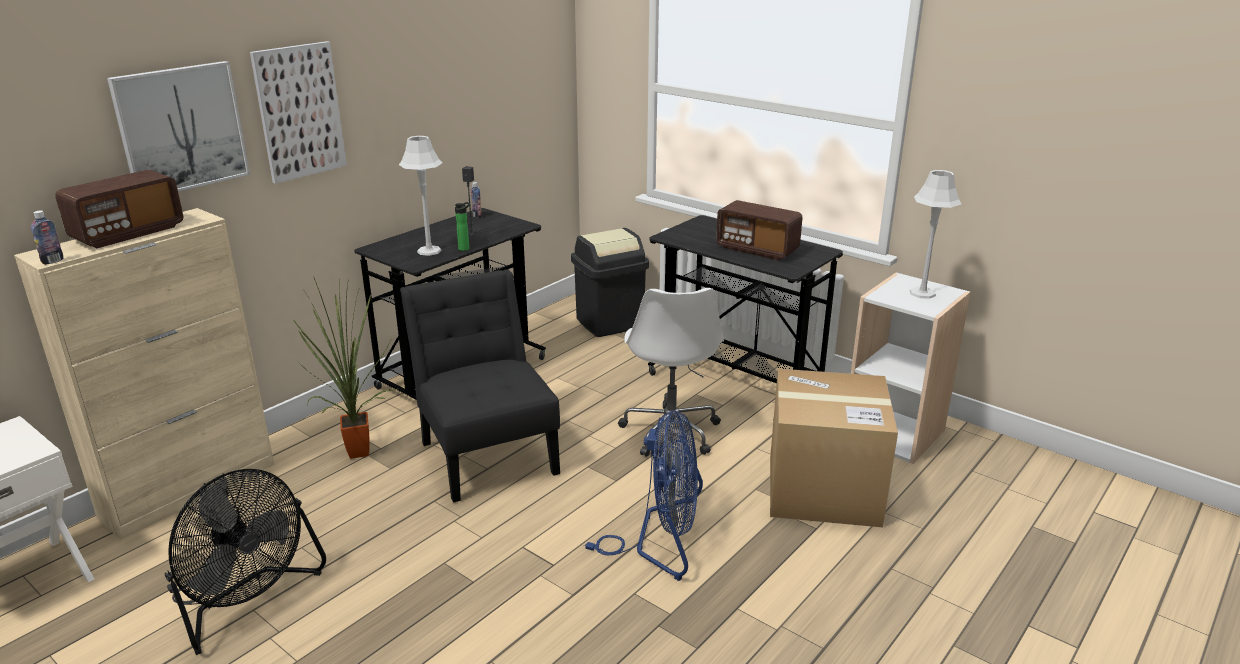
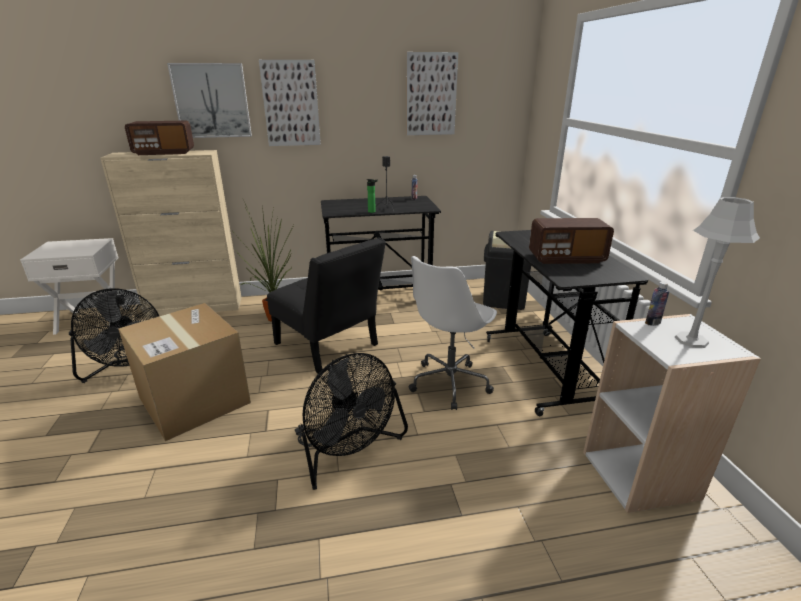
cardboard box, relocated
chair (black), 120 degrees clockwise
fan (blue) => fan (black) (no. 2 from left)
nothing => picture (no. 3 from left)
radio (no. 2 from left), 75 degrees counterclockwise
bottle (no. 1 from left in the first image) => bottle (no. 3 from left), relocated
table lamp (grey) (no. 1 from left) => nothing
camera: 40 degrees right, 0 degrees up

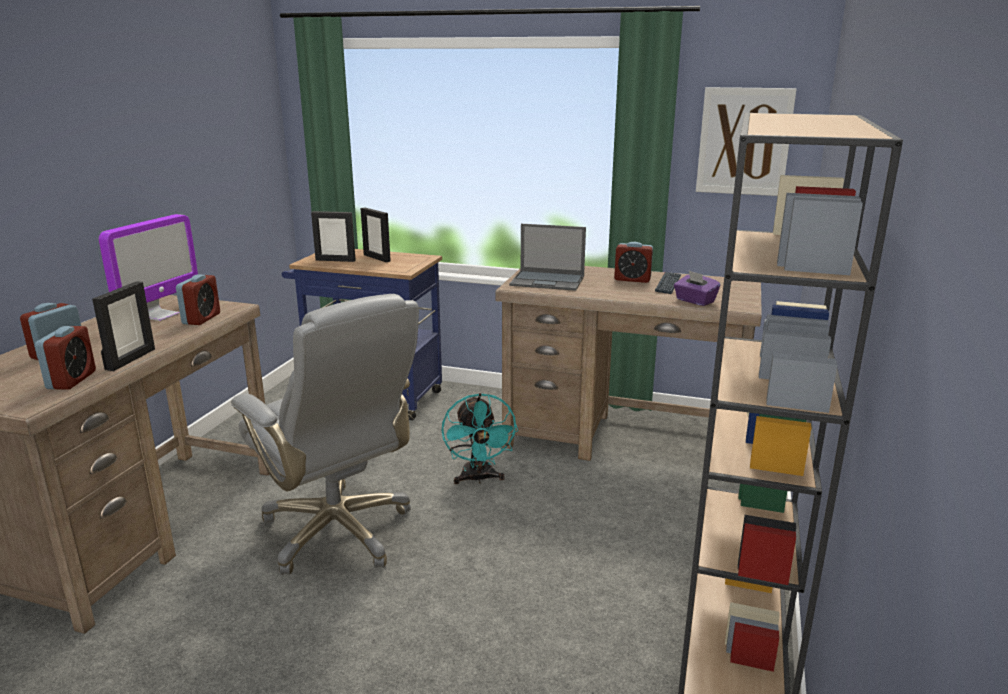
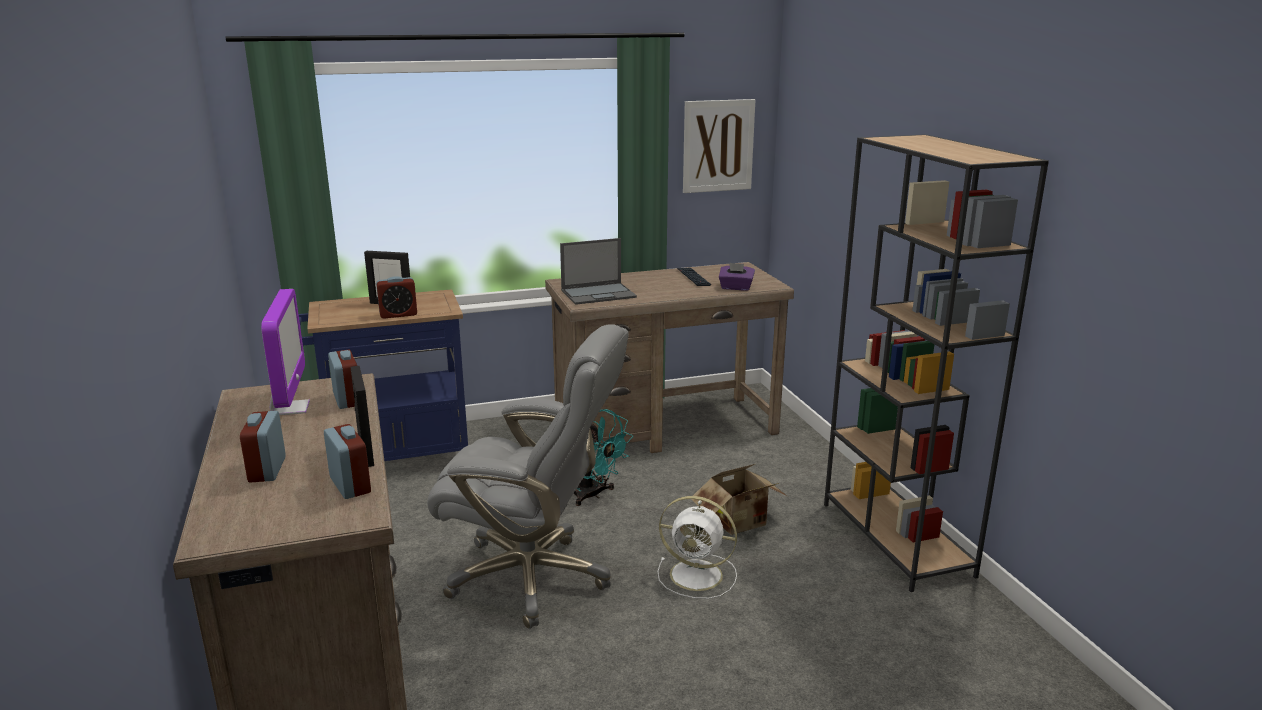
alarm clock (no. 4 from left), relocated
nothing => fan (white)
nothing => cardboard box
picture frame (no. 2 from left) => nothing
camera: 35 degrees left, 0 degrees up

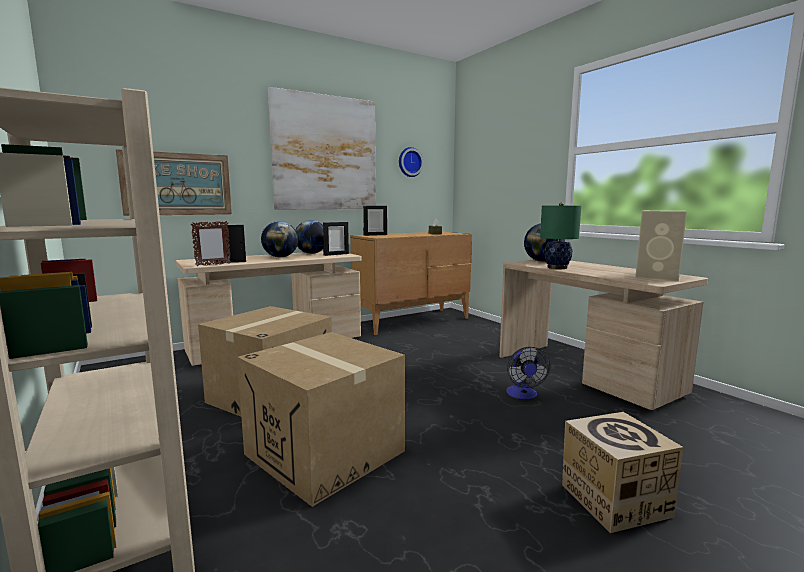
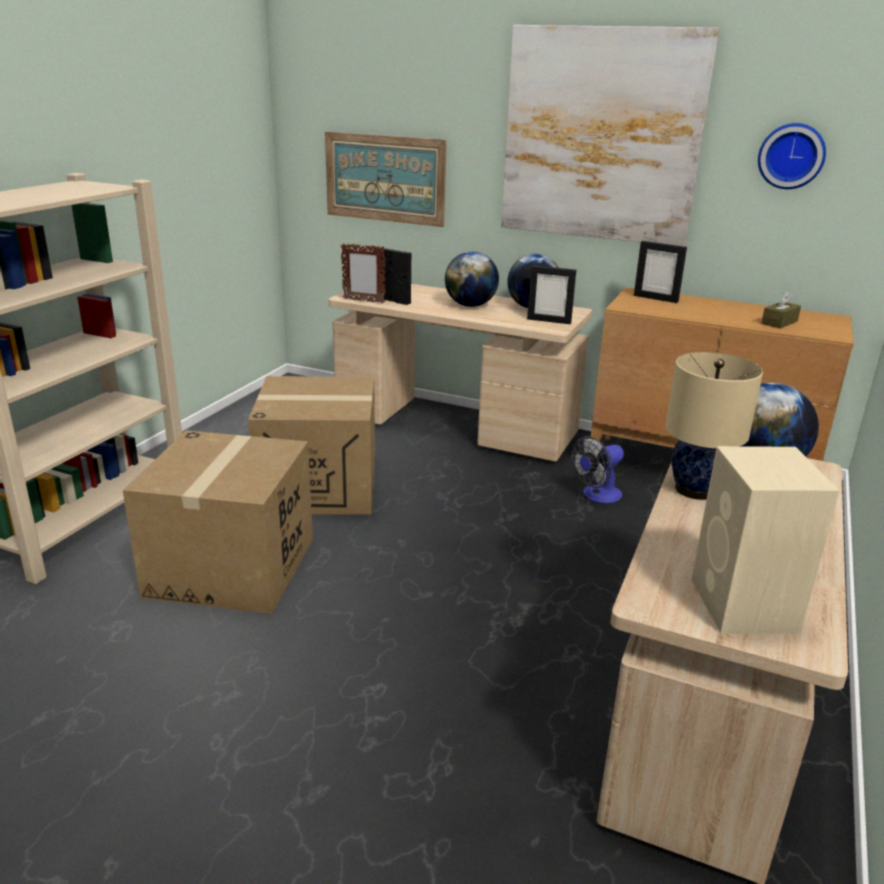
fan, relocated
table lamp (green) => table lamp (beige)
cardboard box (no. 3 from left) => nothing
camera: 55 degrees right, 15 degrees up

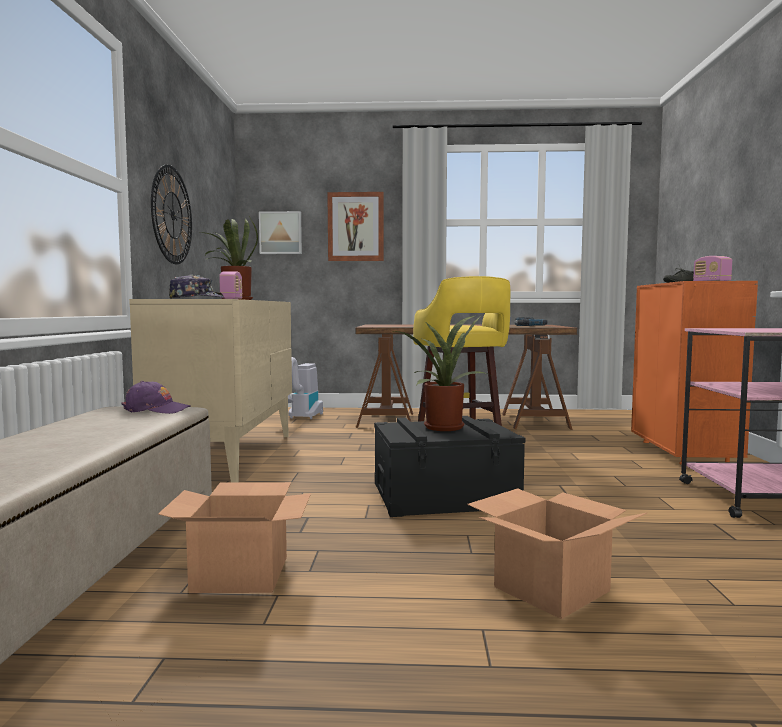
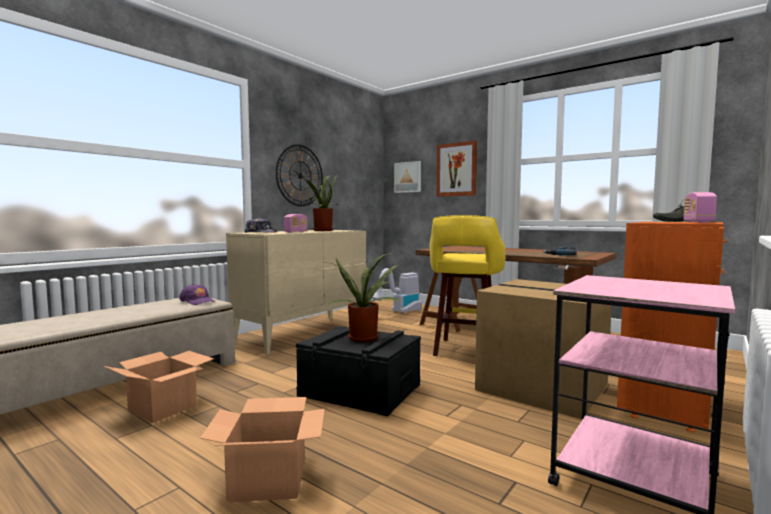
nothing => cardboard box (no. 3 from left)
camera: 35 degrees right, 0 degrees up

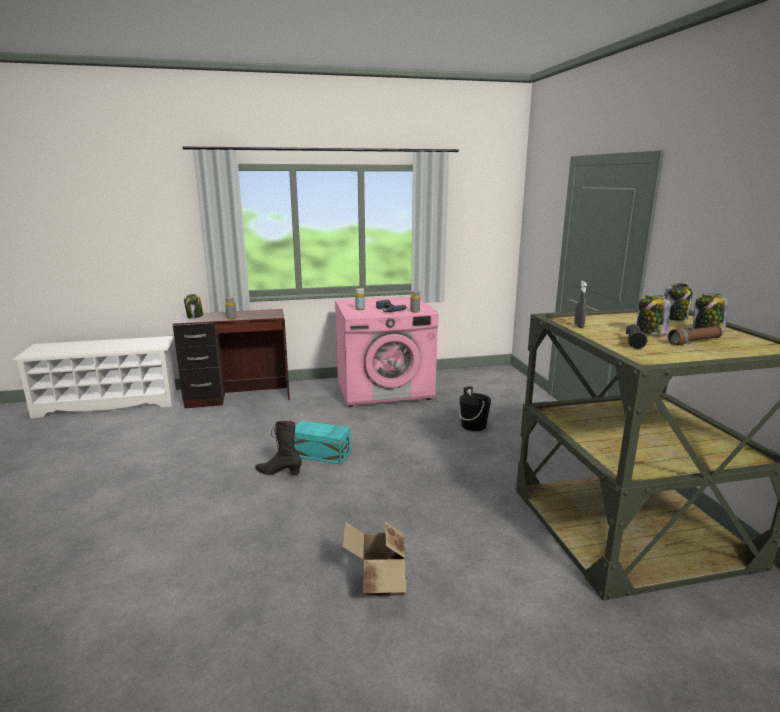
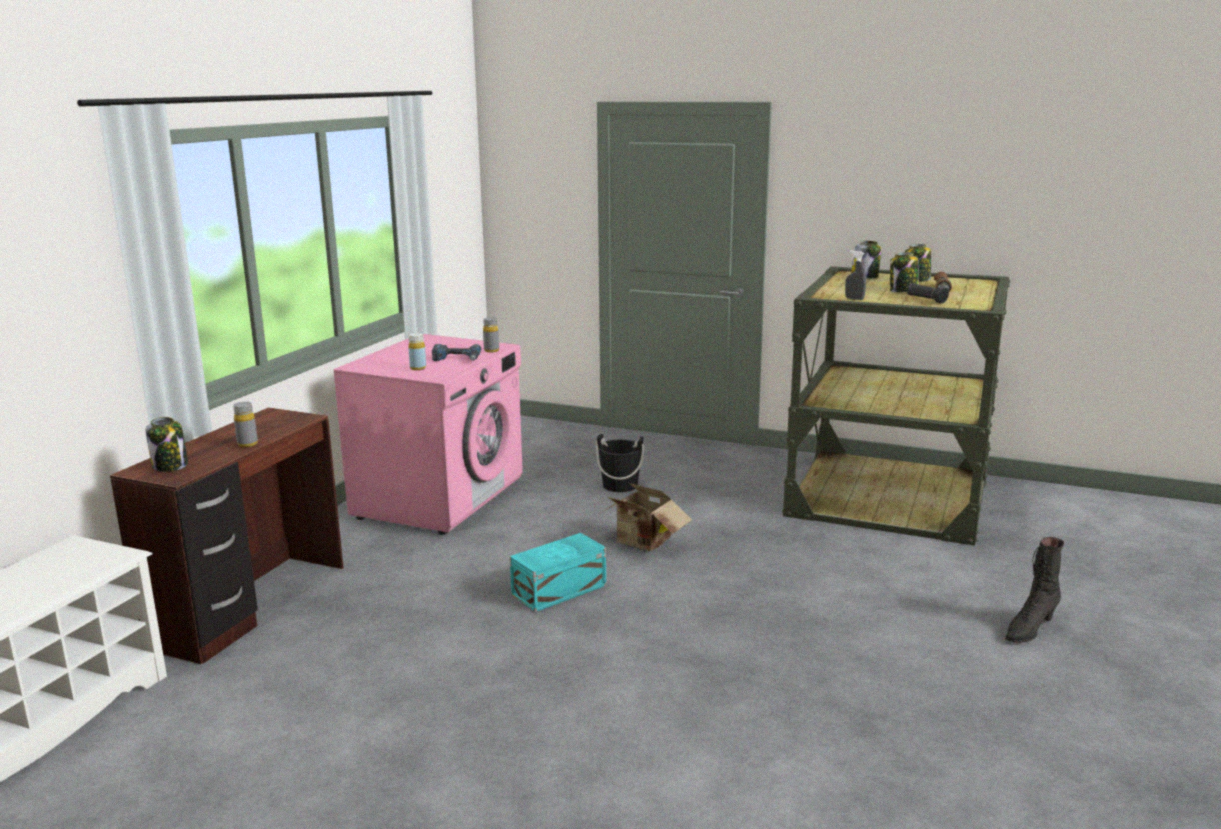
cardboard box, relocated
boot (black), relocated
camera: 55 degrees left, 0 degrees up

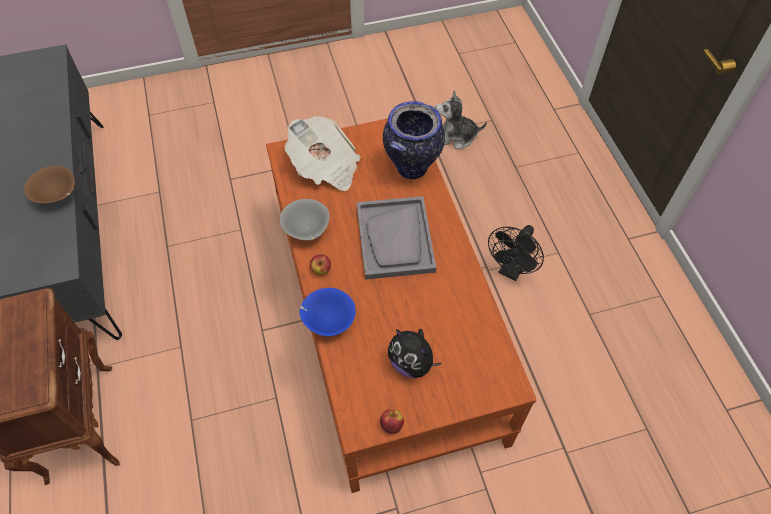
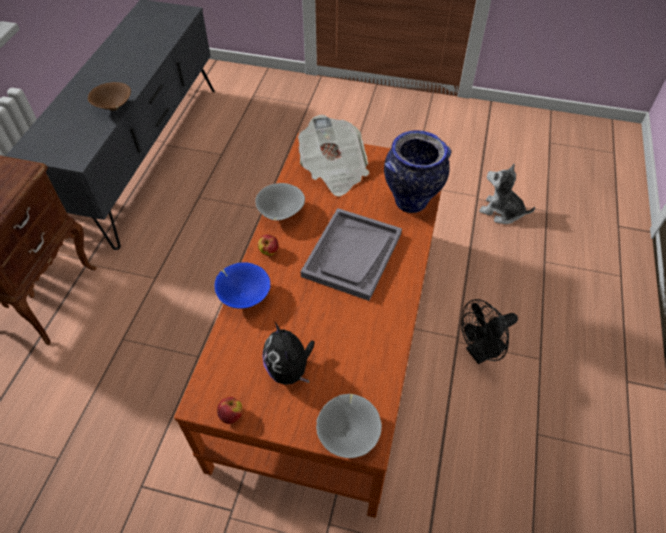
nothing => bowl (grey) (no. 2 from left)
camera: 30 degrees right, 5 degrees down

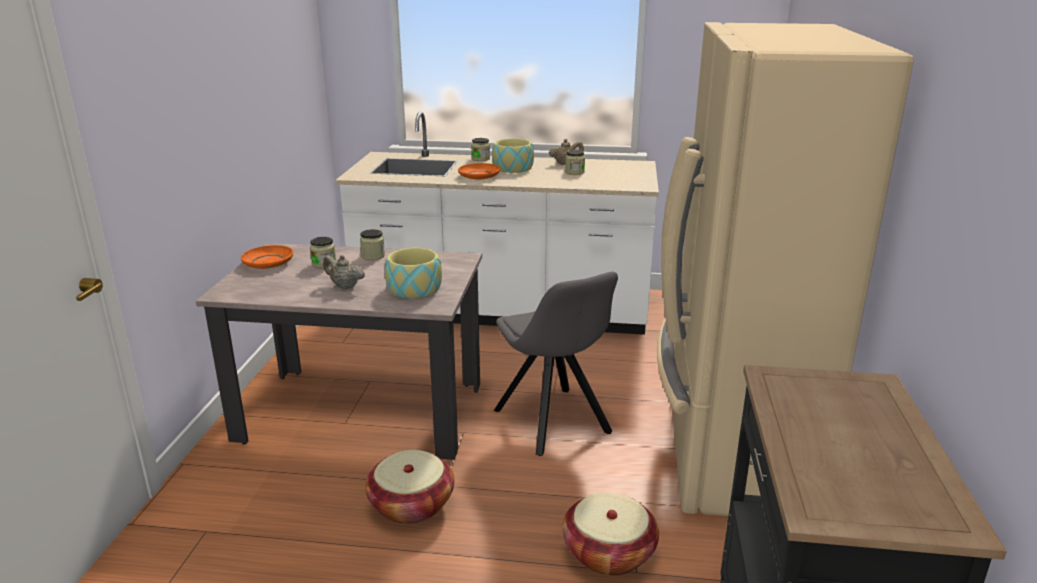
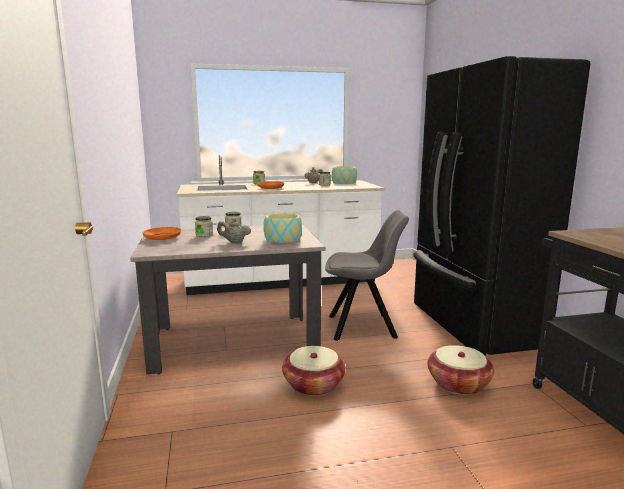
chair (grey), 45 degrees counterclockwise
bowl (no. 2 from left), relocated
fridge (beige) => fridge (black)
camera: 20 degrees left, 10 degrees down

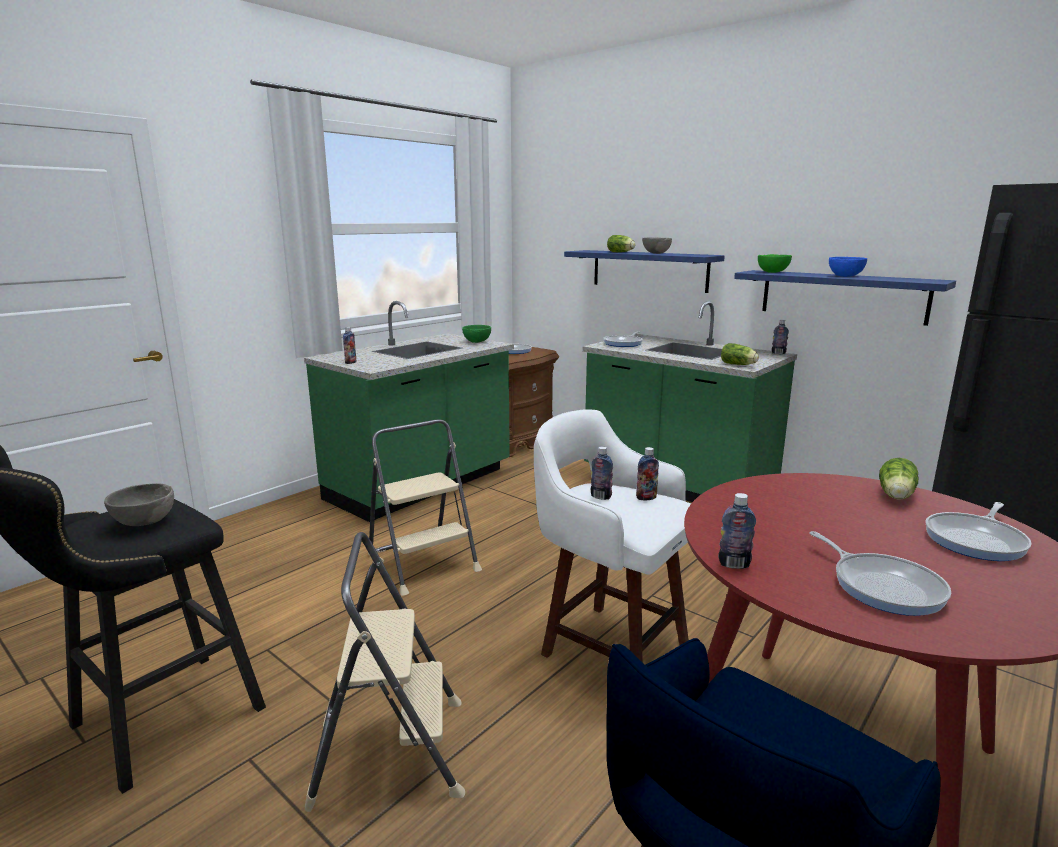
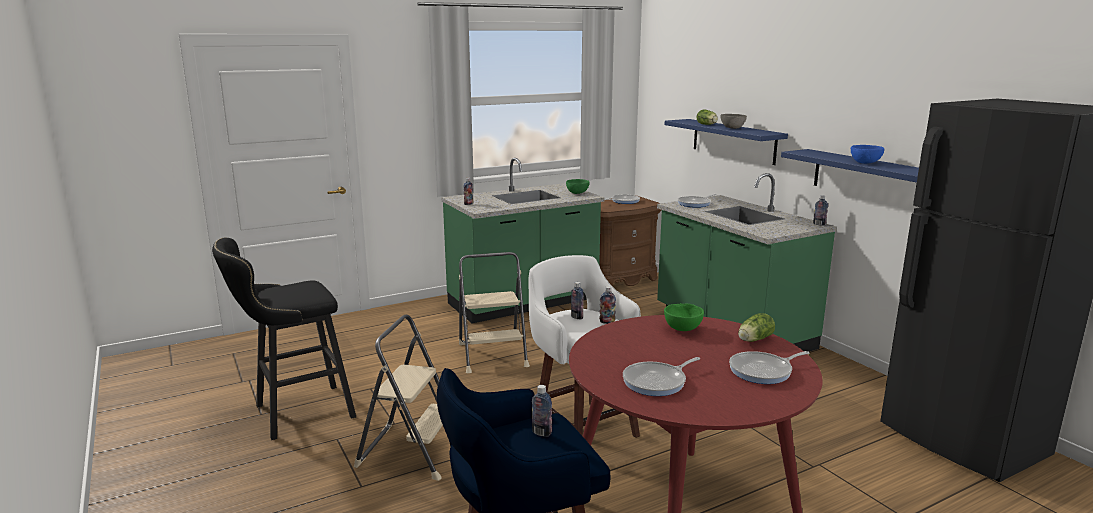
bottle (no. 4 from left in the first image) => bottle (no. 2 from left), relocated
frying pan (no. 3 from left in the first image) => frying pan (no. 2 from left), 60 degrees clockwise
bowl (green) (no. 2 from left), relocated
bowl (grey) (no. 1 from left) => nothing
lettuce (no. 2 from left) => nothing
camera: 20 degrees right, 0 degrees up

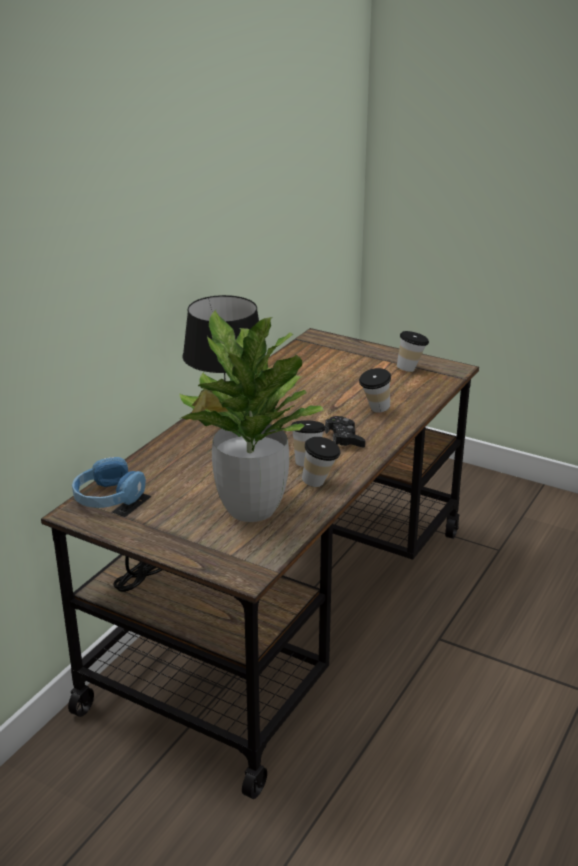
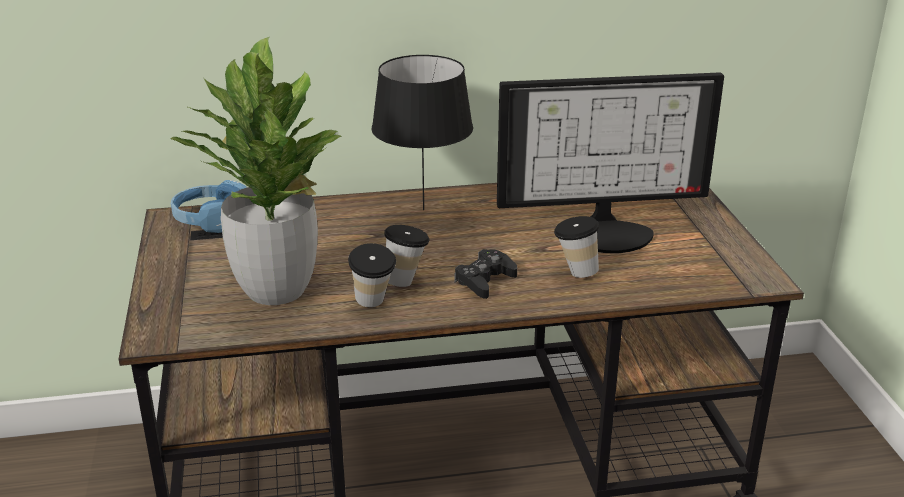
nothing => monitor
cup (no. 4 from left) => nothing
camera: 50 degrees right, 0 degrees up

